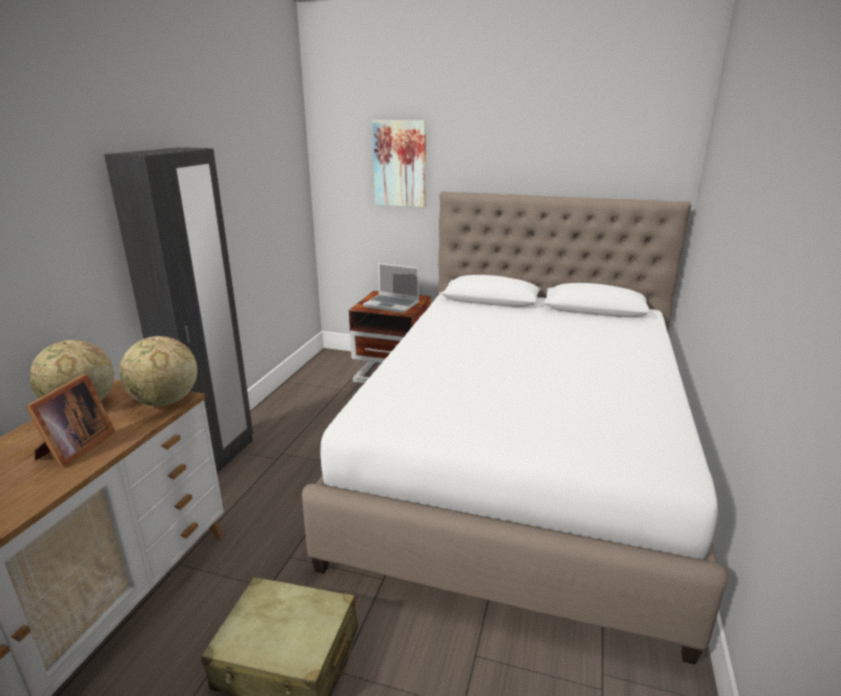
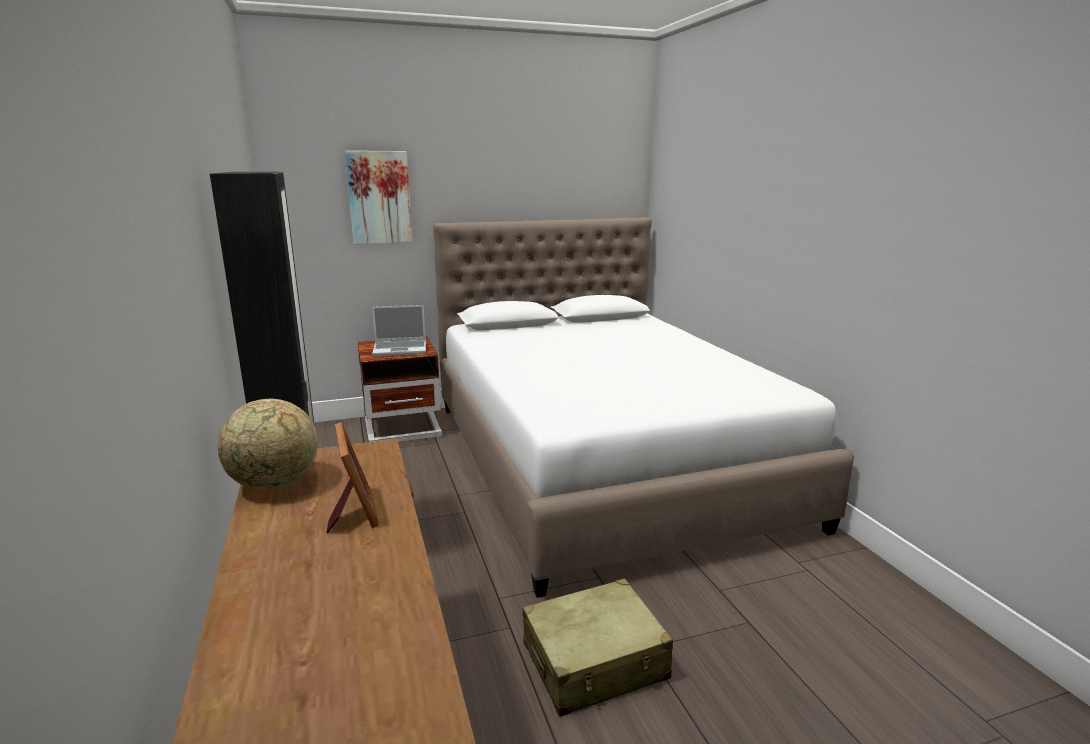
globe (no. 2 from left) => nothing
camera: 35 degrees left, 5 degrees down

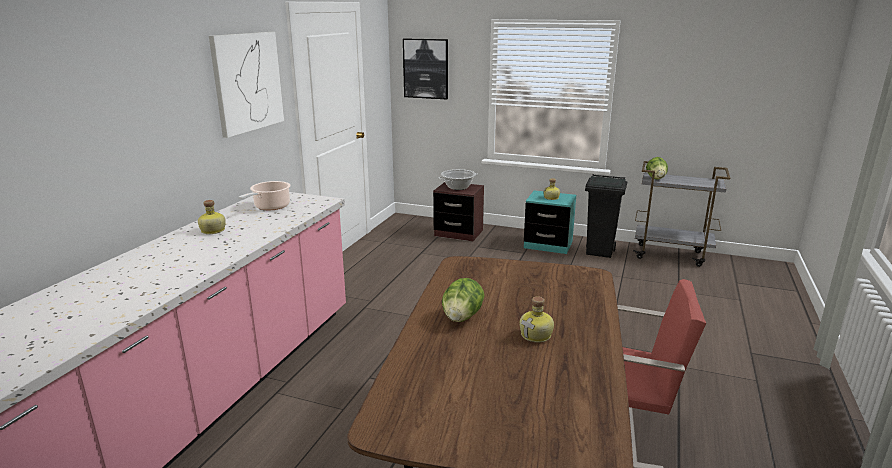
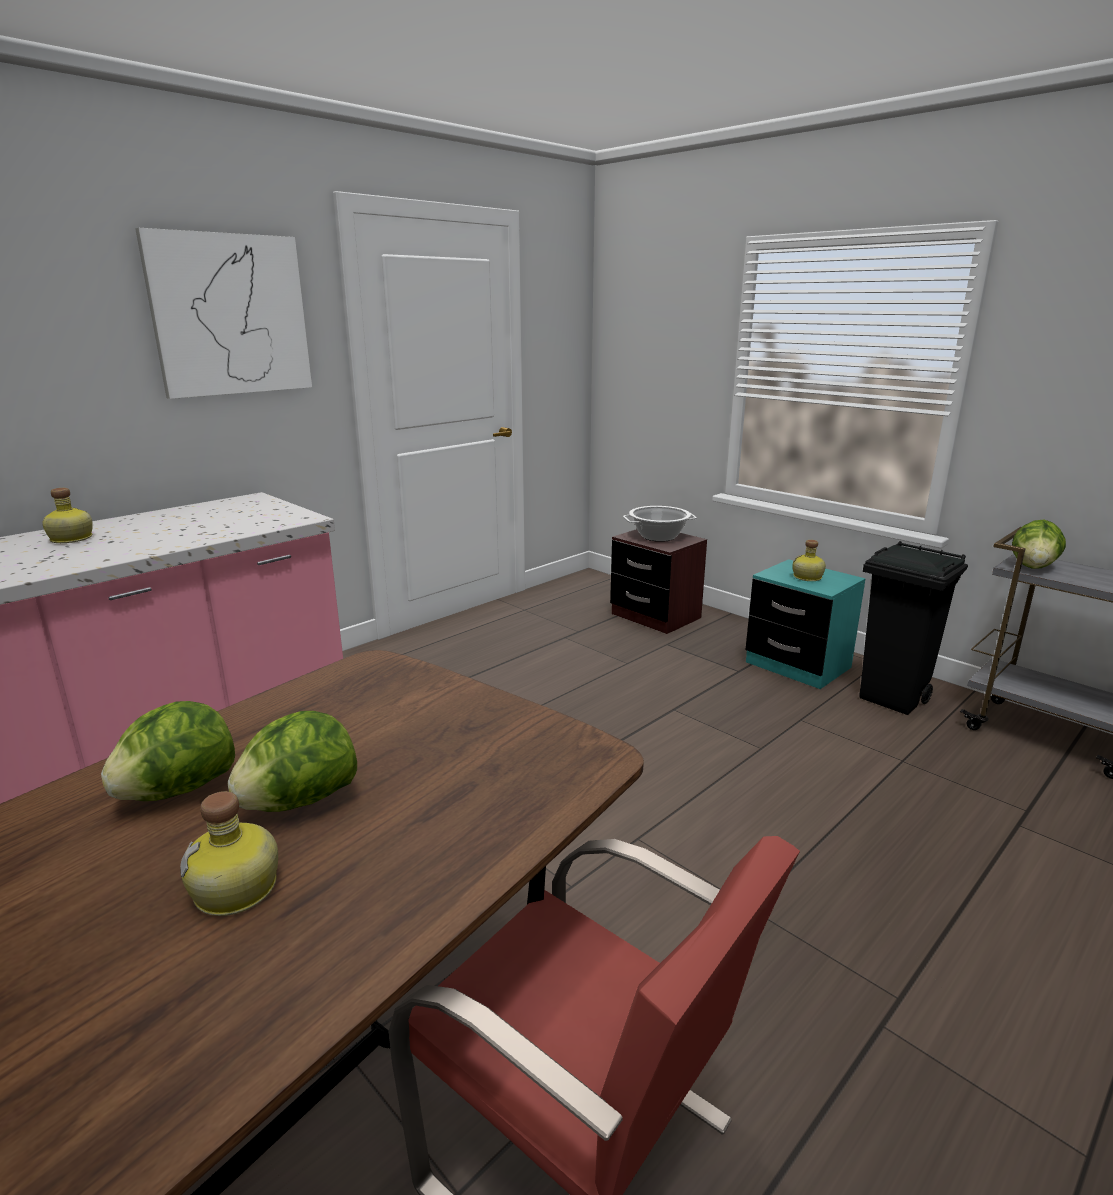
nothing => lettuce (no. 2 from left)
cooking pot (no. 1 from left) => nothing
picture (no. 2 from left) => nothing
camera: 25 degrees right, 0 degrees up

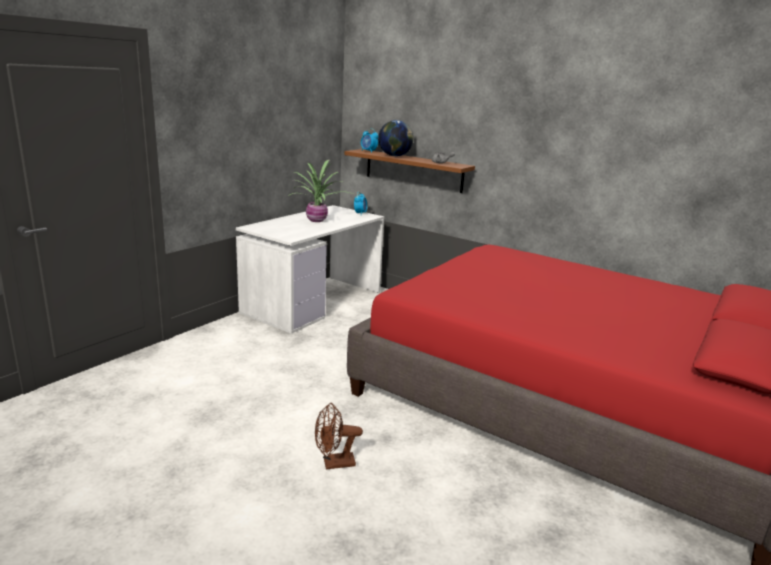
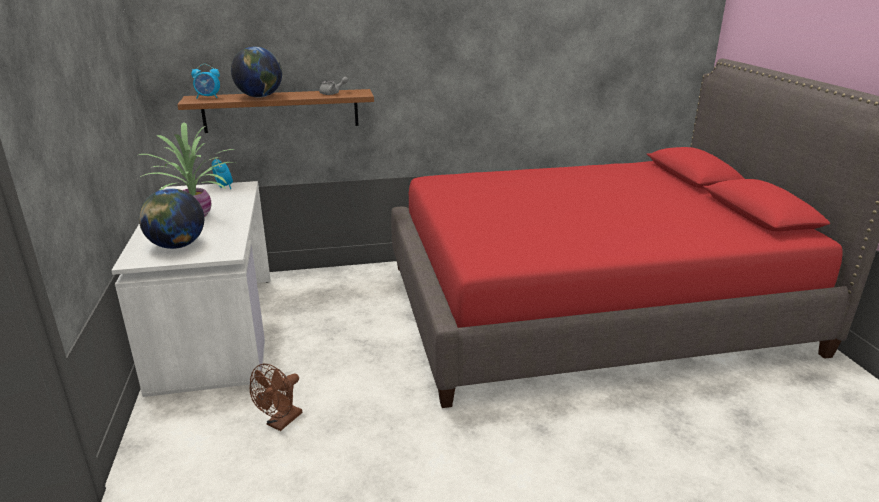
nothing => globe (no. 1 from left)
fan (brown), relocated
camera: 45 degrees left, 5 degrees up

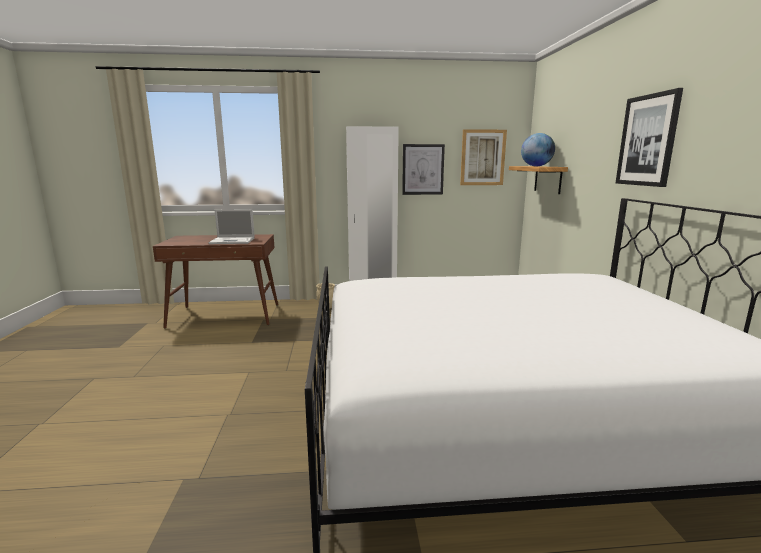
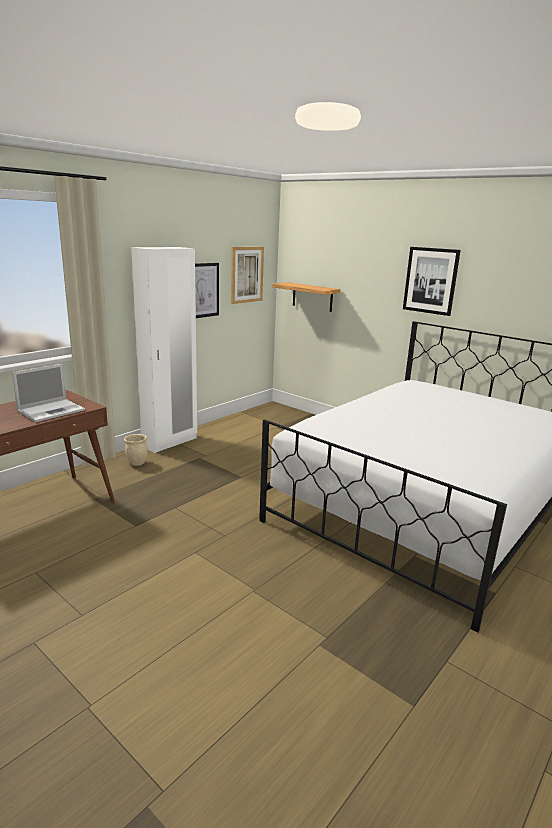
globe => nothing
camera: 45 degrees left, 5 degrees up

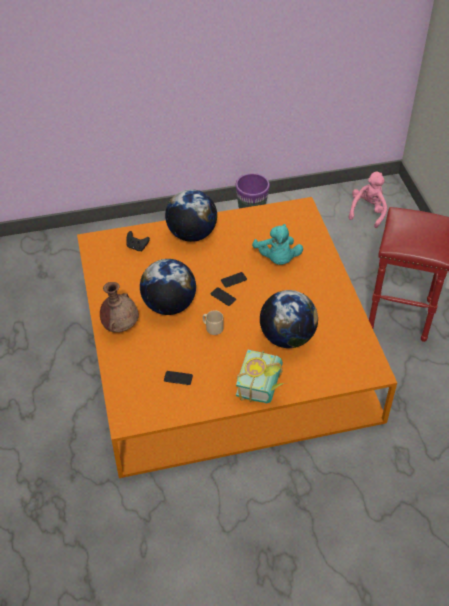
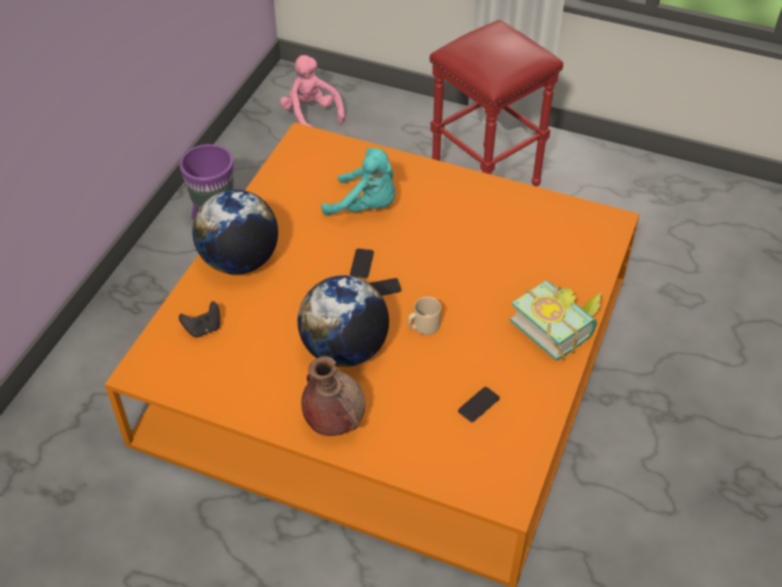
globe (no. 3 from left) => nothing
camera: 55 degrees left, 0 degrees up

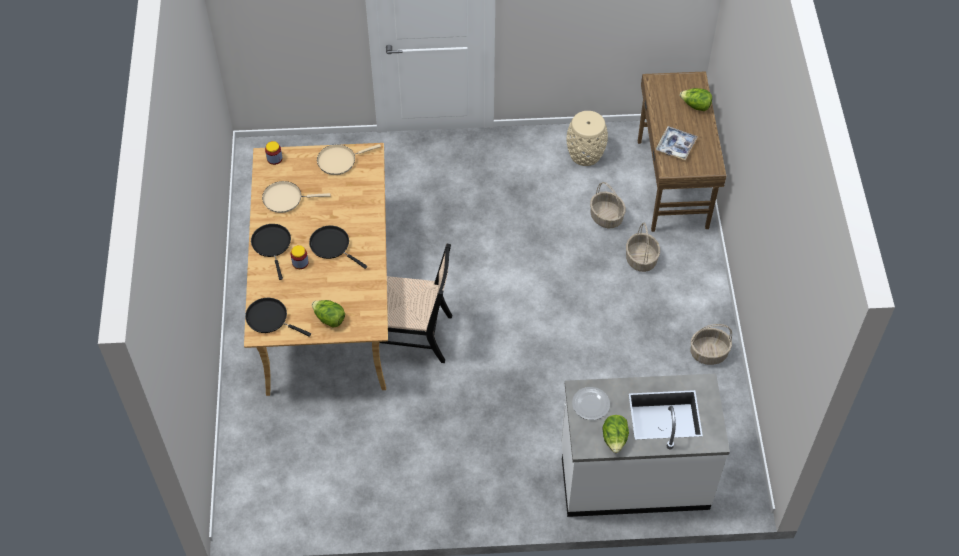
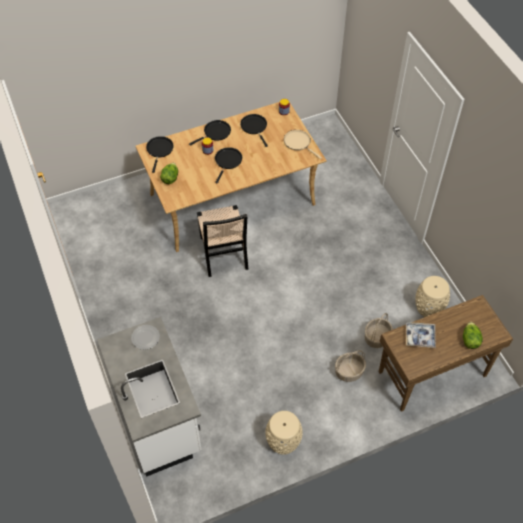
frying pan (beige) (no. 1 from left) => frying pan (black) (no. 4 from left)
basket (no. 3 from left) => stool (beige) (no. 1 from left)
lettuce (no. 2 from left) => nothing
camera: 70 degrees right, 0 degrees up

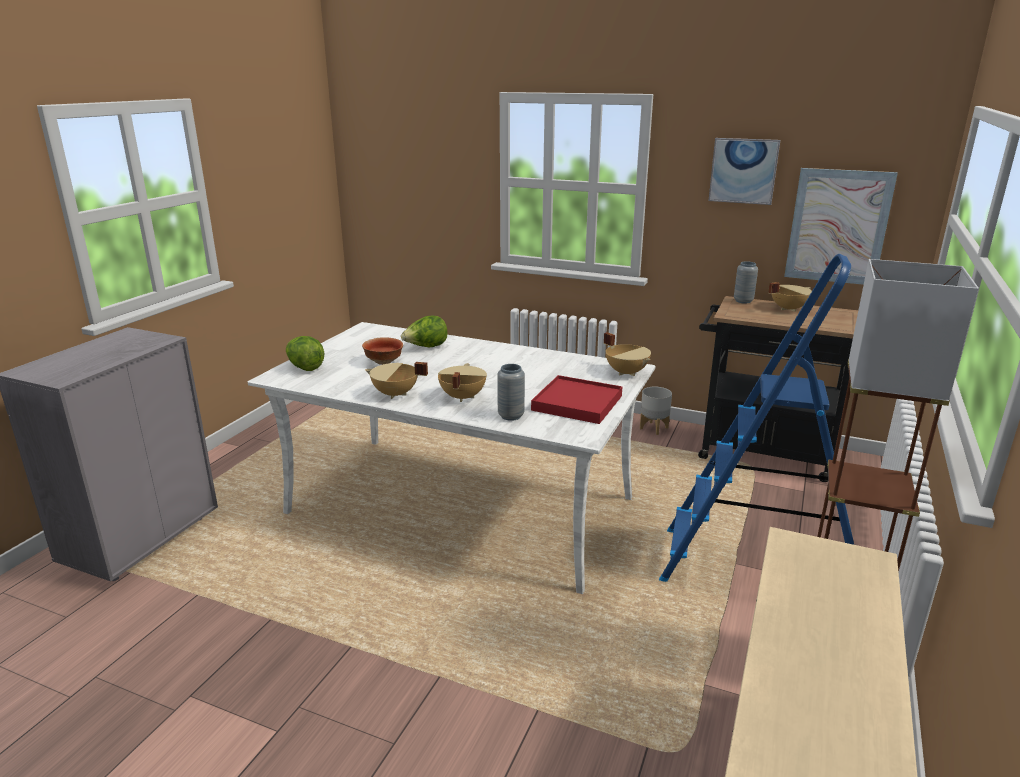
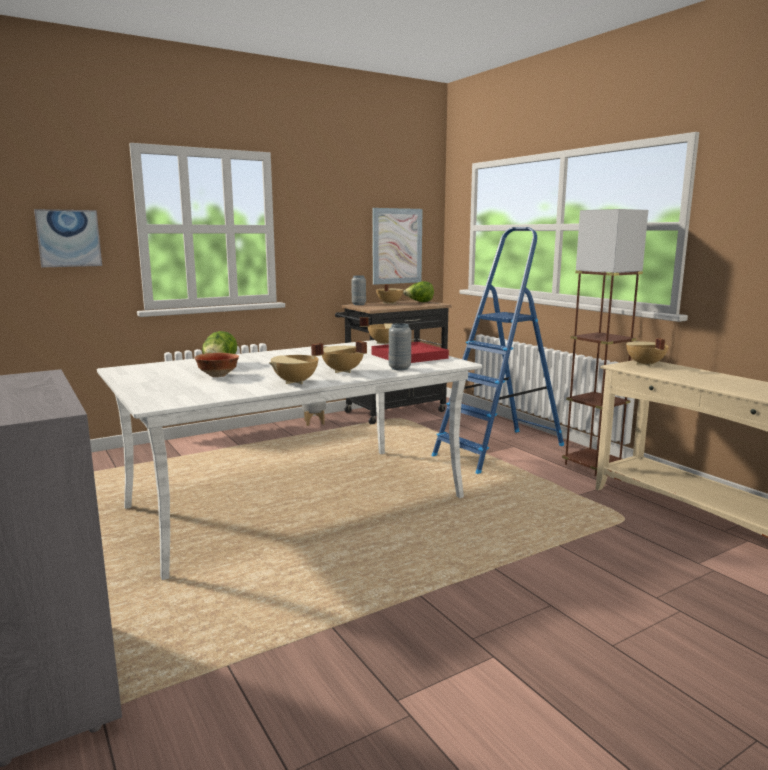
picture (no. 1 from left), relocated
lettuce (no. 1 from left in the first image) => lettuce (no. 2 from left), relocated
nothing => cooking pot (beige) (no. 5 from left)
camera: 55 degrees left, 10 degrees down

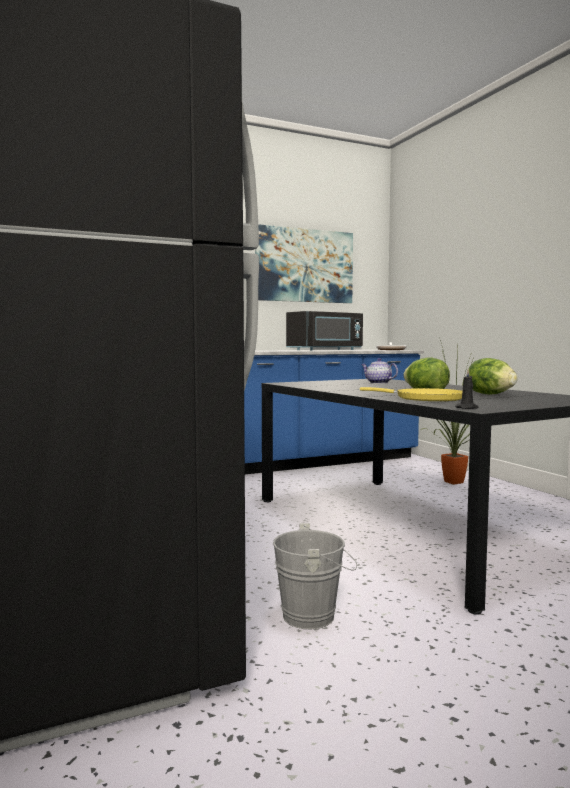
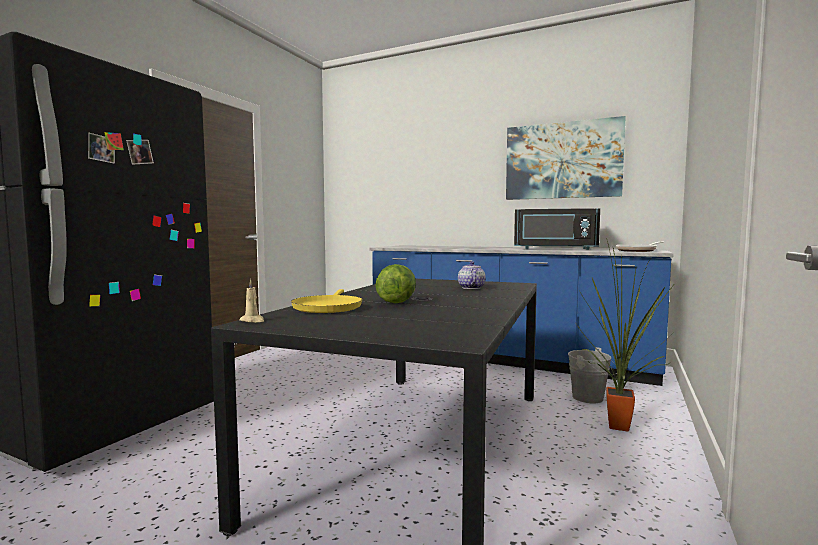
candle (black) => candle (beige)
bucket (grey), relocated
lettuce (no. 2 from left) => nothing
camera: 50 degrees right, 0 degrees up

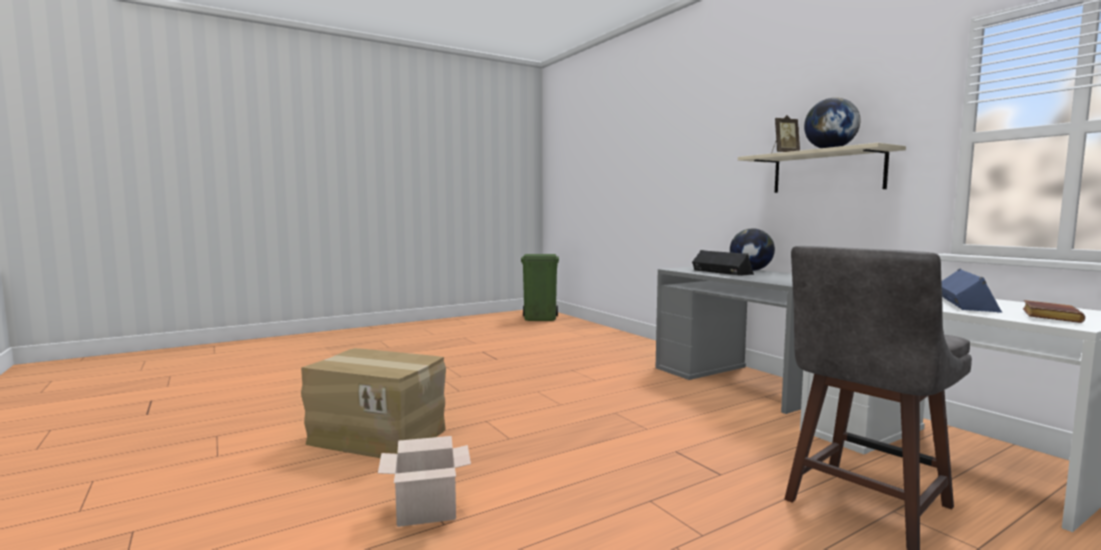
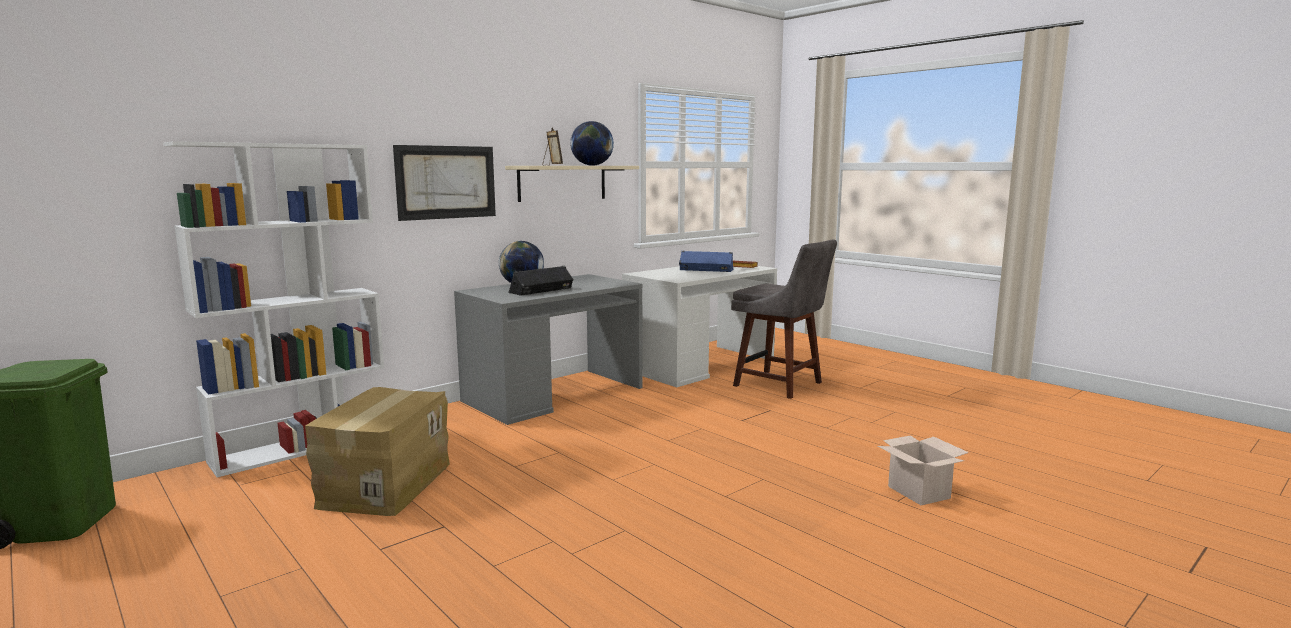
nothing => bookcase (white)
cardboard box (no. 1 from left), relocated
nothing => picture
camera: 100 degrees left, 5 degrees up

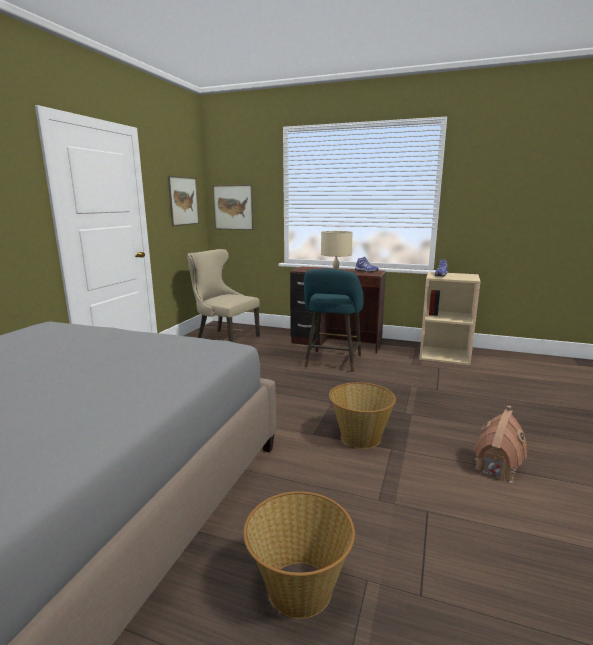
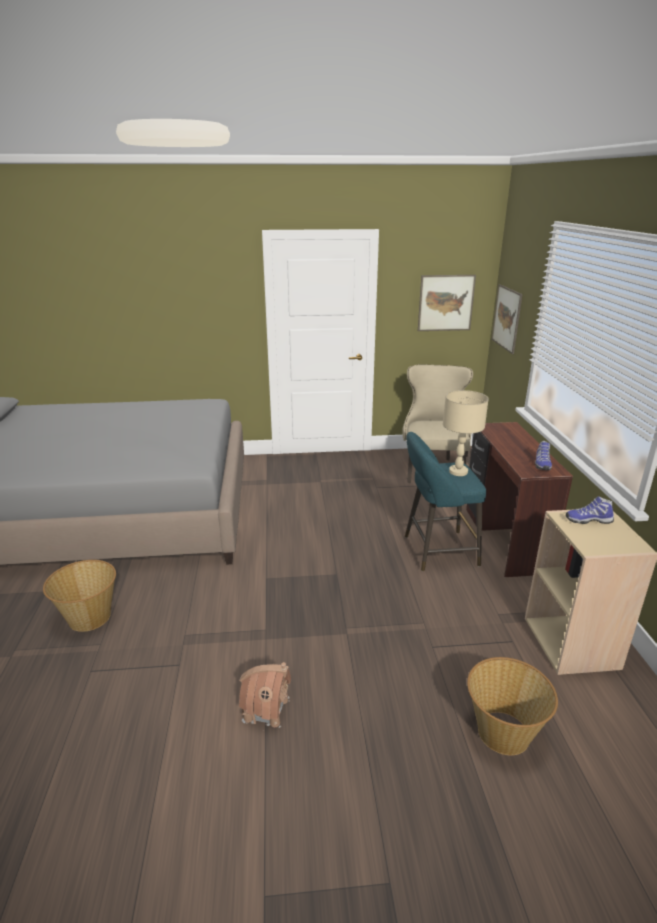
basket (no. 2 from left), relocated
camera: 65 degrees right, 10 degrees up

